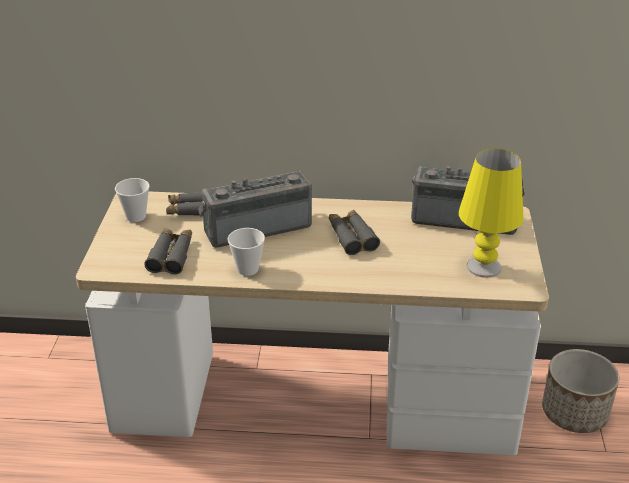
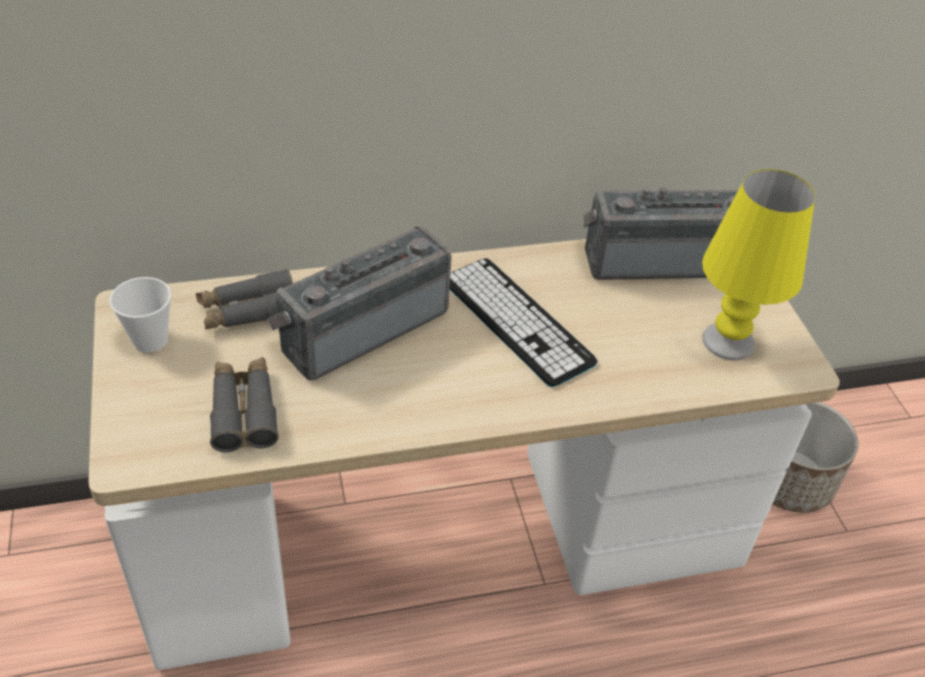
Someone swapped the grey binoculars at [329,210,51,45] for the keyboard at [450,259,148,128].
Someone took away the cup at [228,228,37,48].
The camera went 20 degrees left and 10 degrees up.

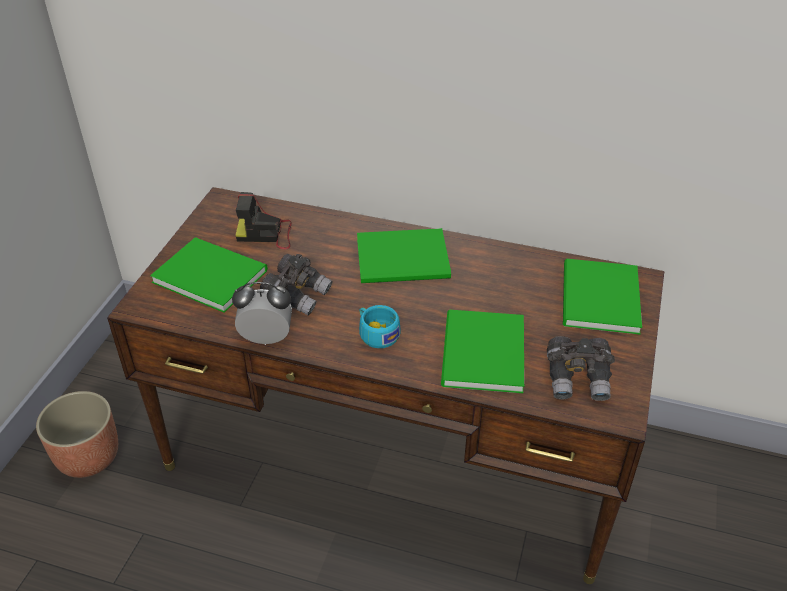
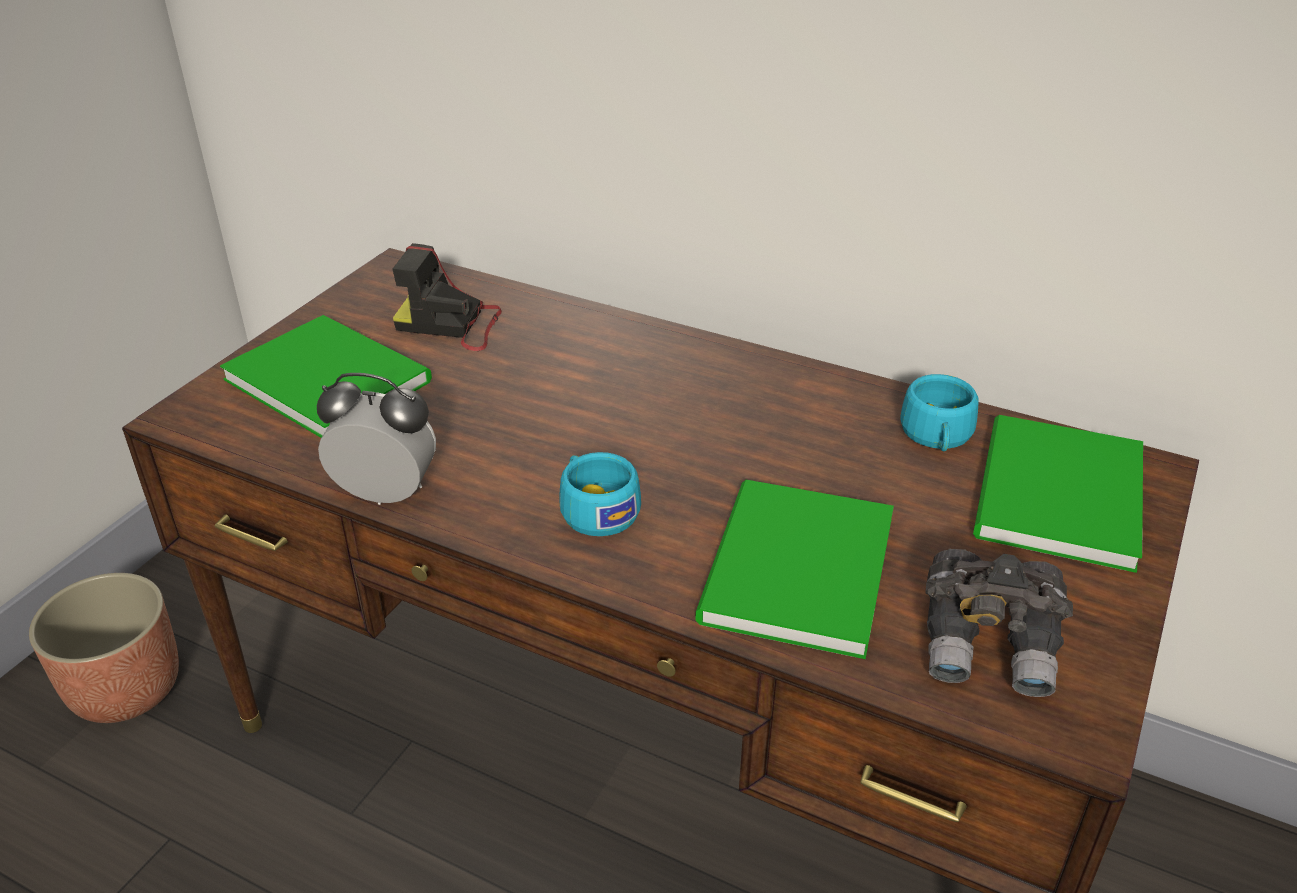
Someone took away the green book at [357,228,94,55].
Someone took away the grey binoculars at [260,254,73,62].
Someone put down the turquoise cup at [900,374,78,78].
The camera went 10 degrees right and 5 degrees down.

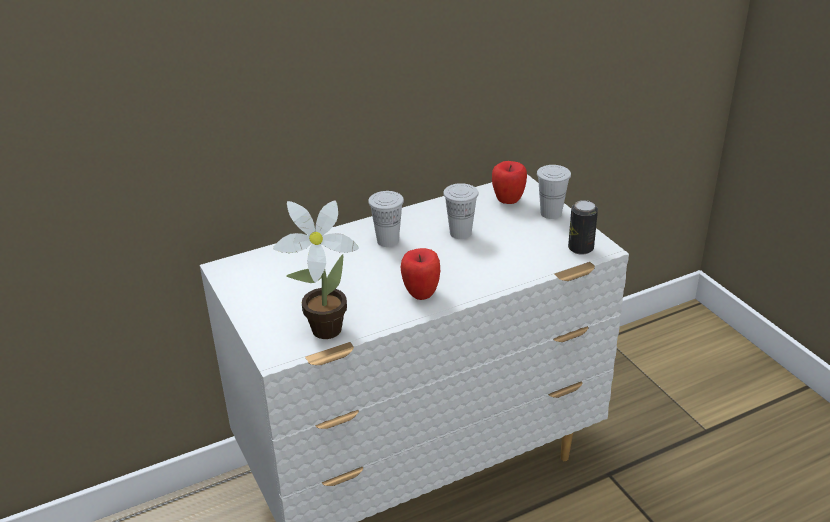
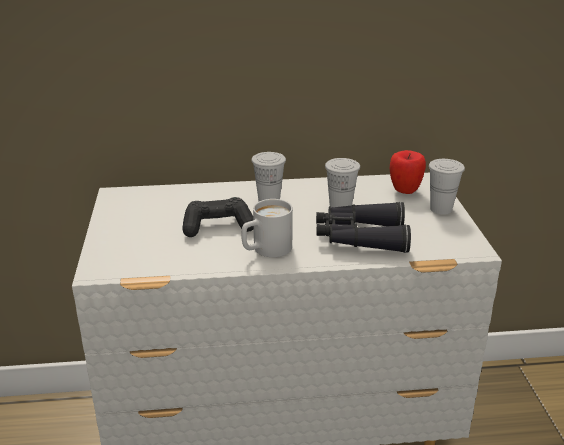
Someone took away the potted plant at [273,200,86,139].
Someone took away the can at [568,200,30,55].
Someone swapped the apple at [401,248,39,52] for the white mug at [241,199,52,58].
Someone put down the black game controller at [182,197,72,40].
Someone put down the black binoculars at [316,202,95,51].
The camera went 20 degrees right and 5 degrees down.

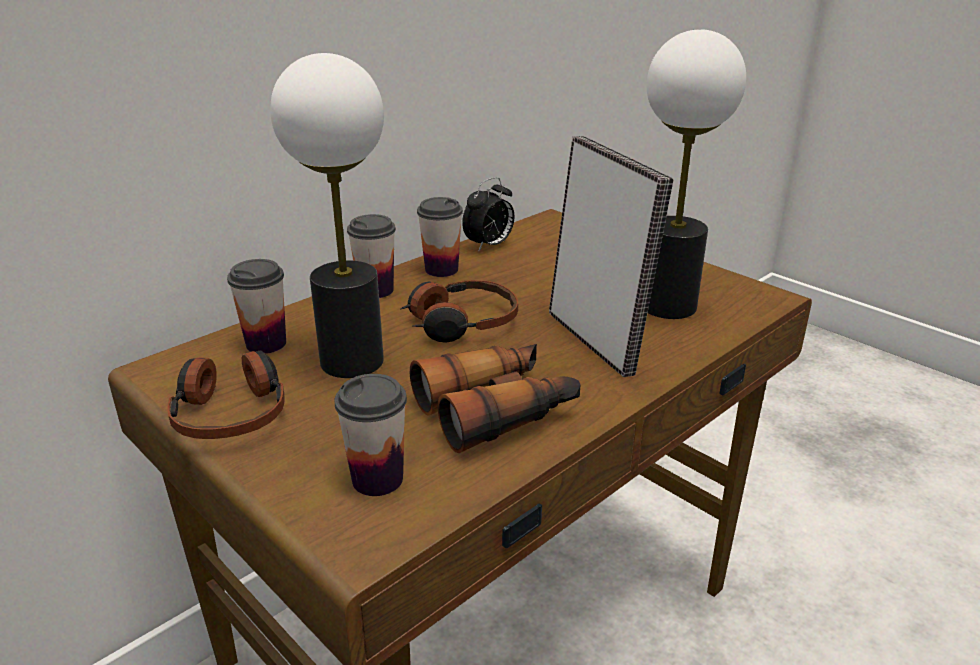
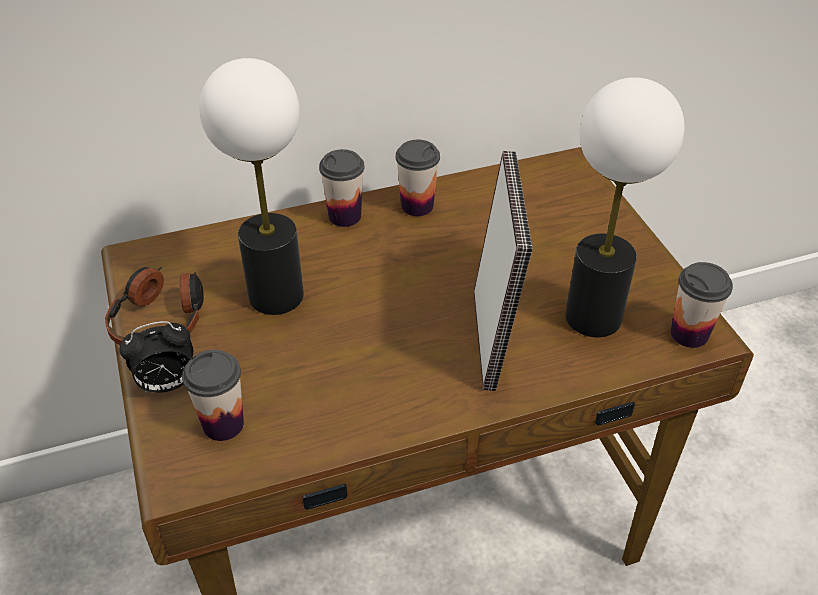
Someone carried the alarm clock from [462,177,52,75] to [119,321,74,72].
Someone carried the cup from [227,259,59,95] to [671,262,62,86].
Someone took away the headphones at [400,280,118,63].
Someone took away the binoculars at [410,344,171,109].
The camera went 25 degrees right and 15 degrees up.

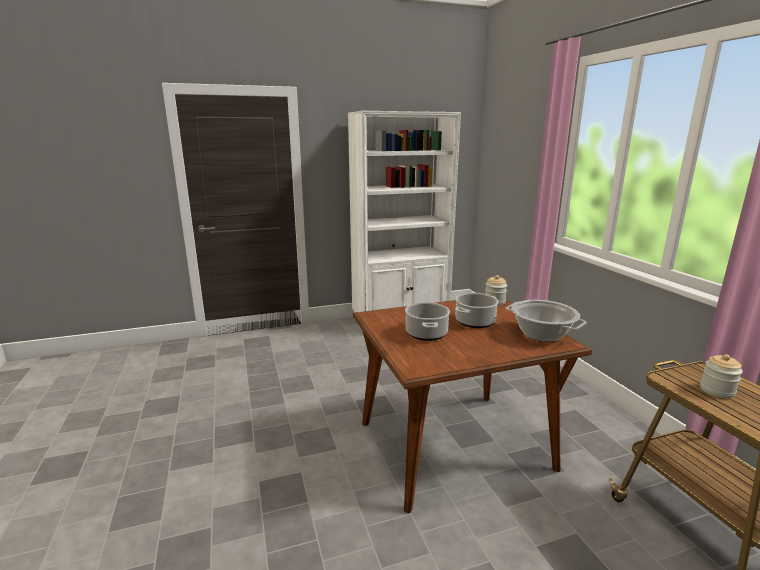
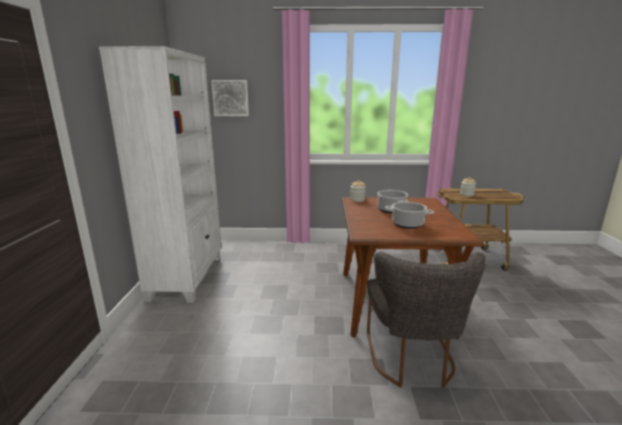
Someone took away the cooking pot at [506,300,81,42].
Someone put up the picture at [211,80,38,36].
Someone put down the grey chair at [367,252,119,136].
The camera went 70 degrees left and 0 degrees up.

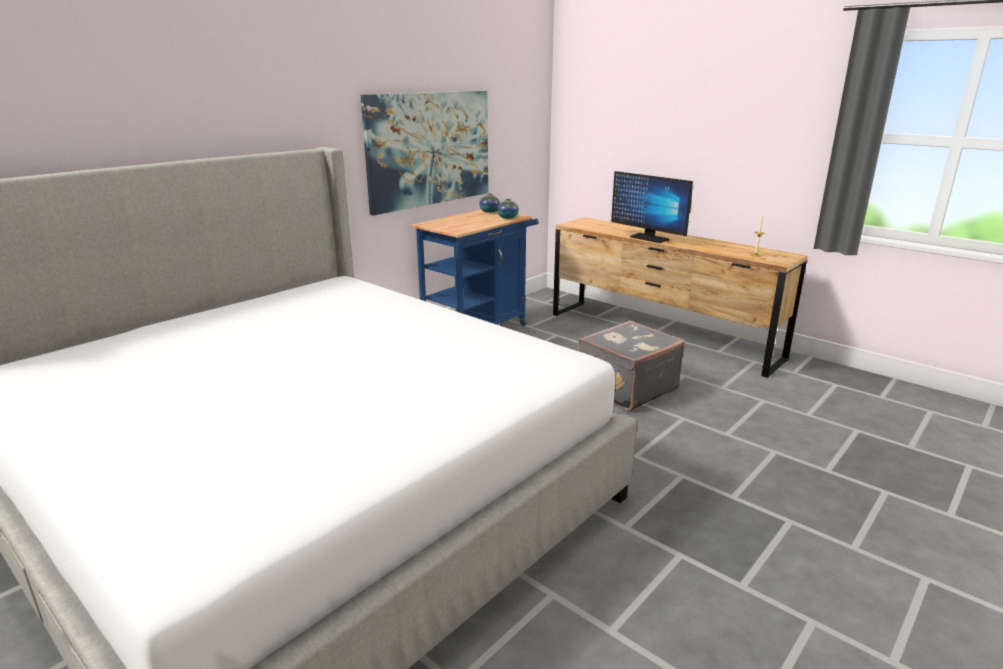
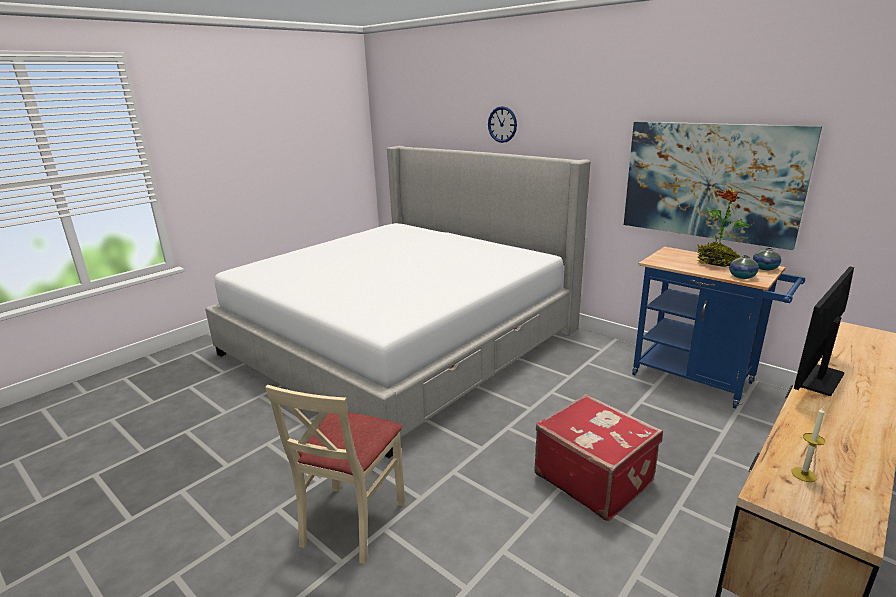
Someone repainted the grey suitcase at [578,321,107,90], which became the red suitcase at [534,394,129,127].
Someone put up the wall clock at [488,106,29,37].
Someone put down the potted plant at [697,188,53,79].
Someone put down the beige chair at [265,385,140,179].
The camera went 90 degrees right and 0 degrees up.

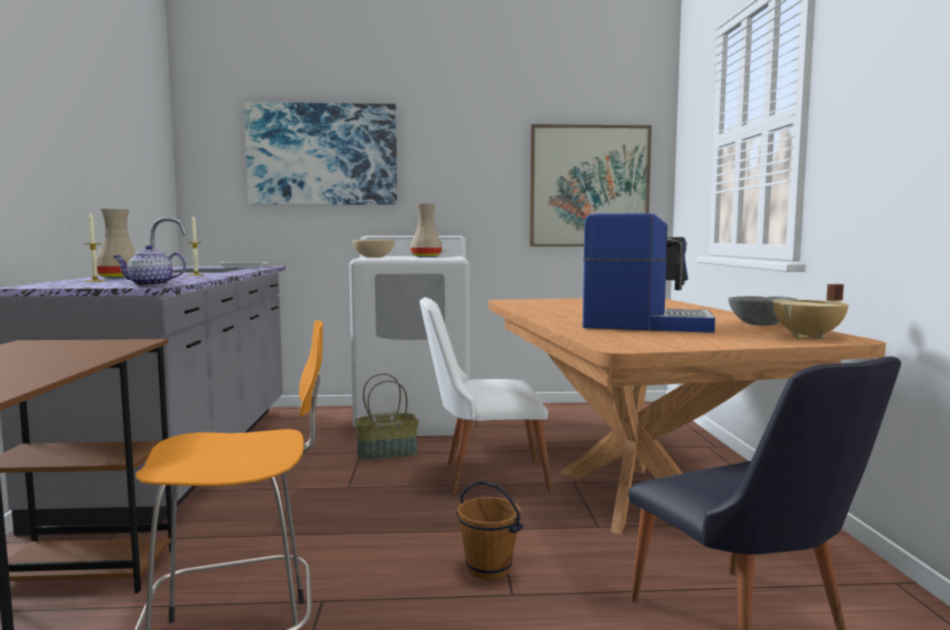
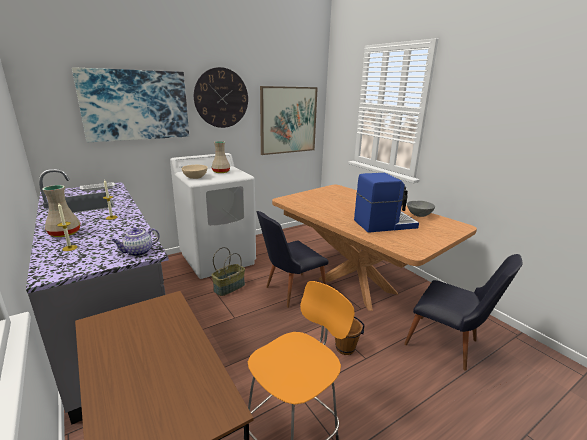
Someone took away the beige cooking pot at [772,284,77,55].
Someone repainted the white chair at [419,297,134,198], which became the black chair at [257,211,72,97].
Someone put up the wall clock at [194,67,54,61].
The camera went 30 degrees left and 15 degrees up.

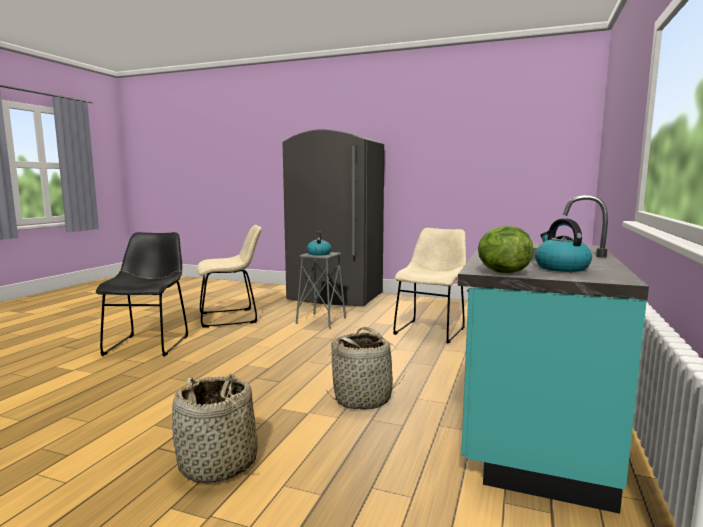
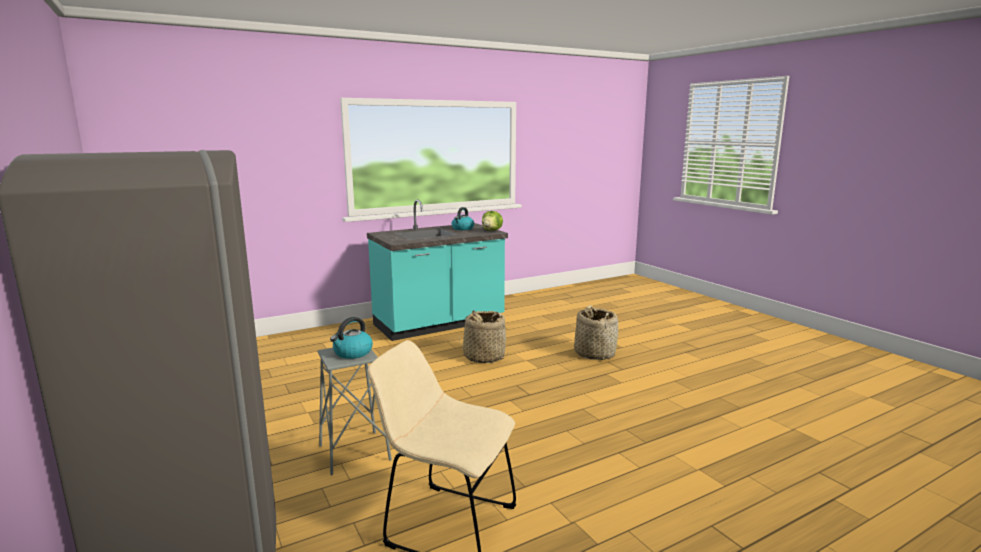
Someone took away the beige chair at [393,228,73,116].
Someone took away the black chair at [96,232,92,124].
The camera went 140 degrees left and 5 degrees up.

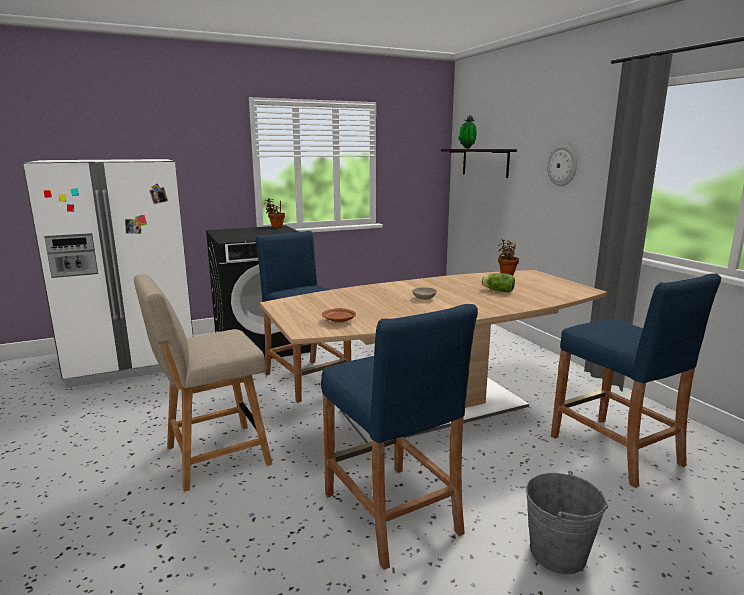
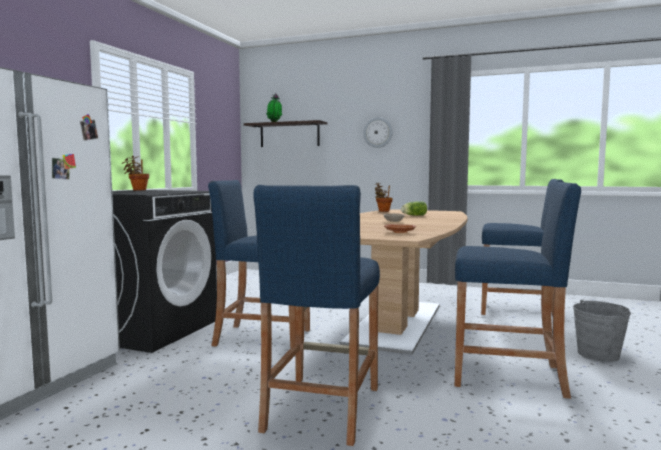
Someone swapped the beige chair at [134,274,138,218] for the blue stool at [253,185,127,261].
The camera went 45 degrees left and 10 degrees down.

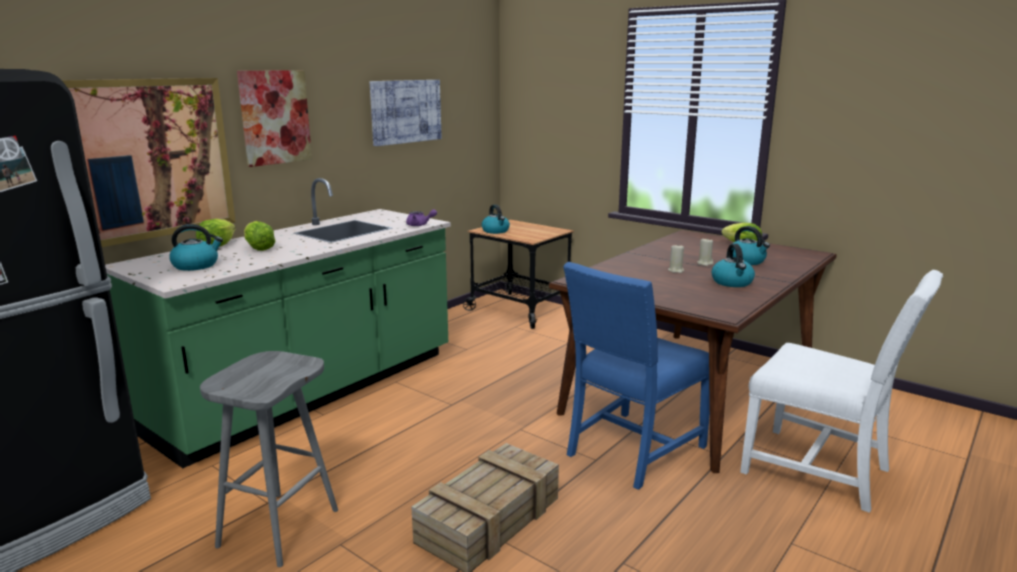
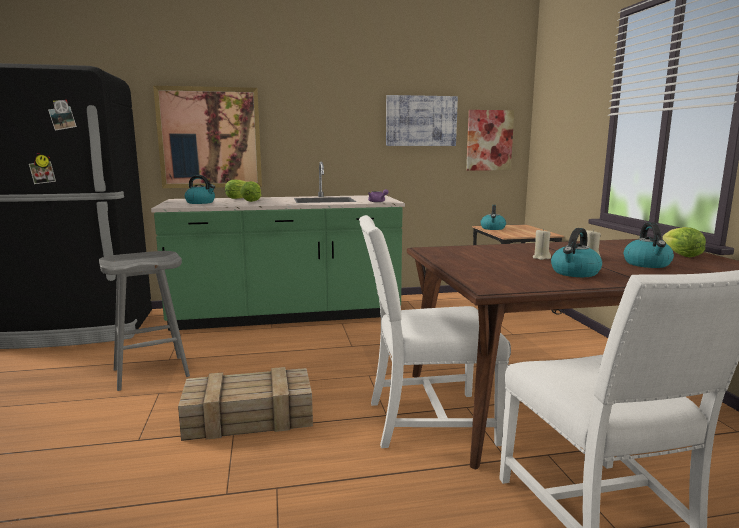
Someone carried the picture from [237,70,75,97] to [466,110,48,61].
Someone repainted the blue chair at [563,262,147,228], which became the white chair at [359,215,152,233].
The camera went 40 degrees right and 5 degrees down.

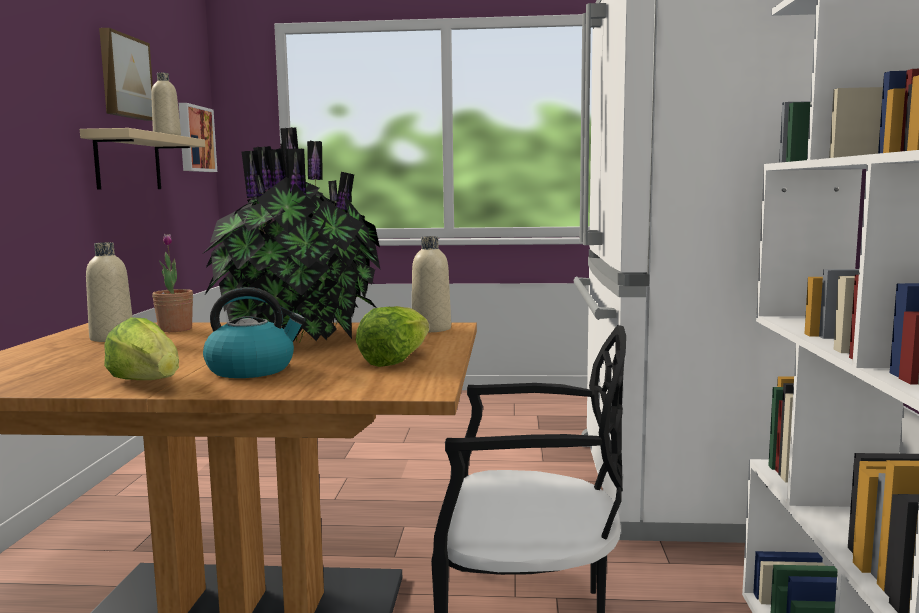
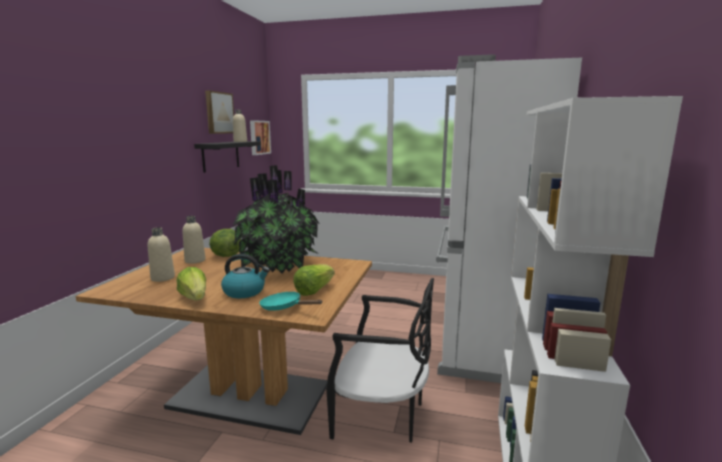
Someone repainted the beige shelf at [80,128,125,62], which became the black shelf at [194,141,67,32].
Someone swapped the potted plant at [152,234,41,98] for the lettuce at [209,229,32,28].
Someone carried the beige bottle from [412,236,39,96] to [148,227,27,55].
Someone put down the turquoise frying pan at [259,292,64,19].
The camera went 10 degrees right and 5 degrees up.

